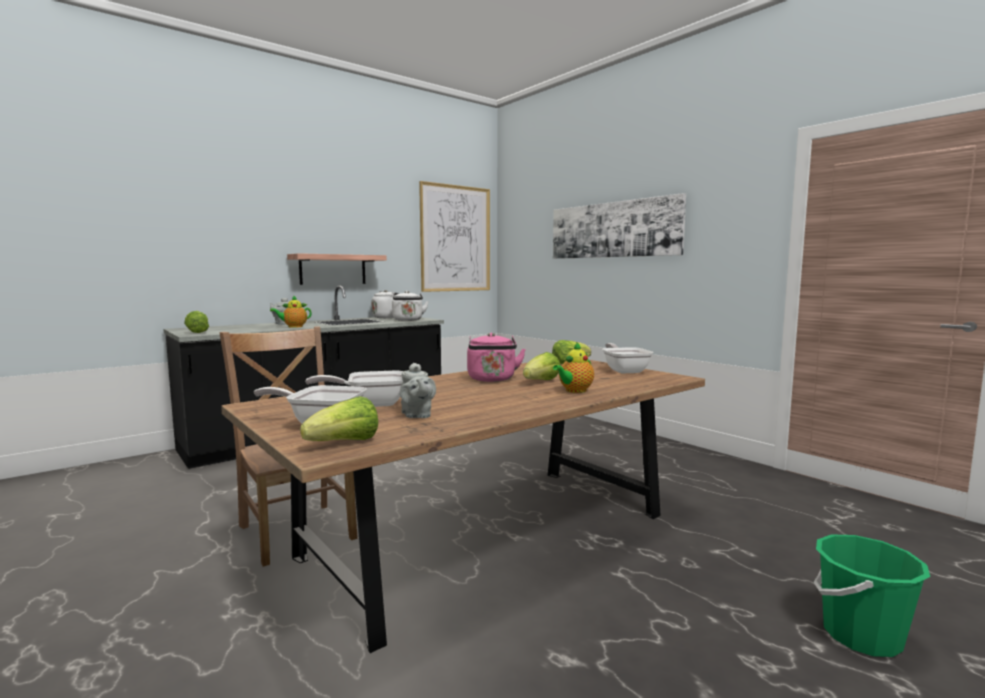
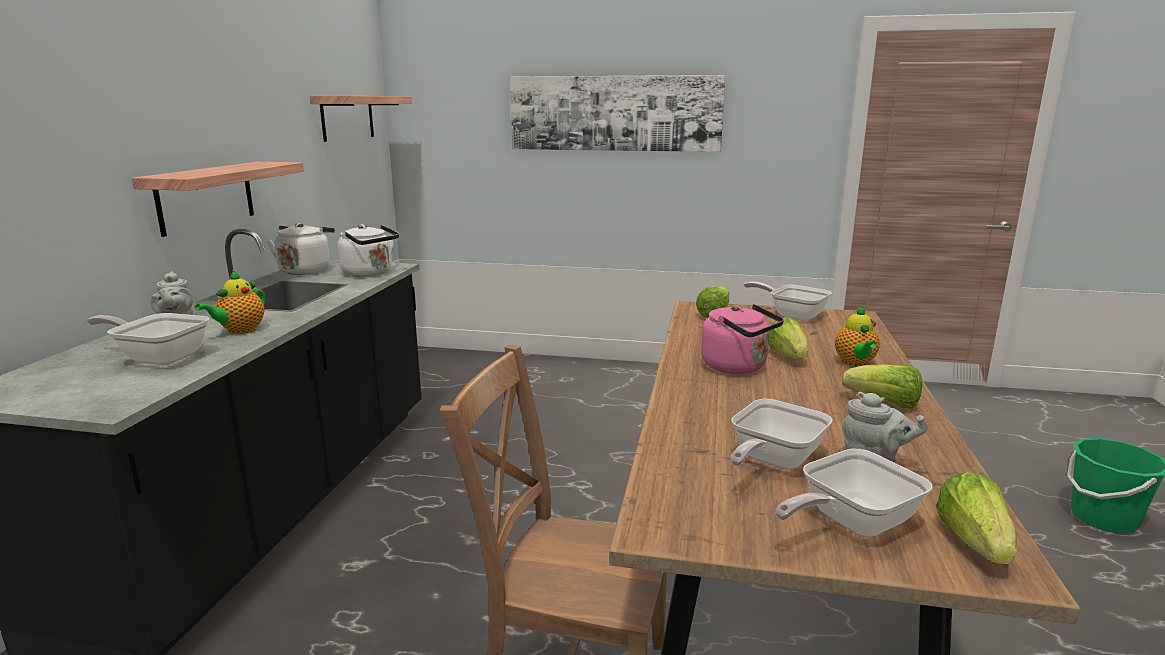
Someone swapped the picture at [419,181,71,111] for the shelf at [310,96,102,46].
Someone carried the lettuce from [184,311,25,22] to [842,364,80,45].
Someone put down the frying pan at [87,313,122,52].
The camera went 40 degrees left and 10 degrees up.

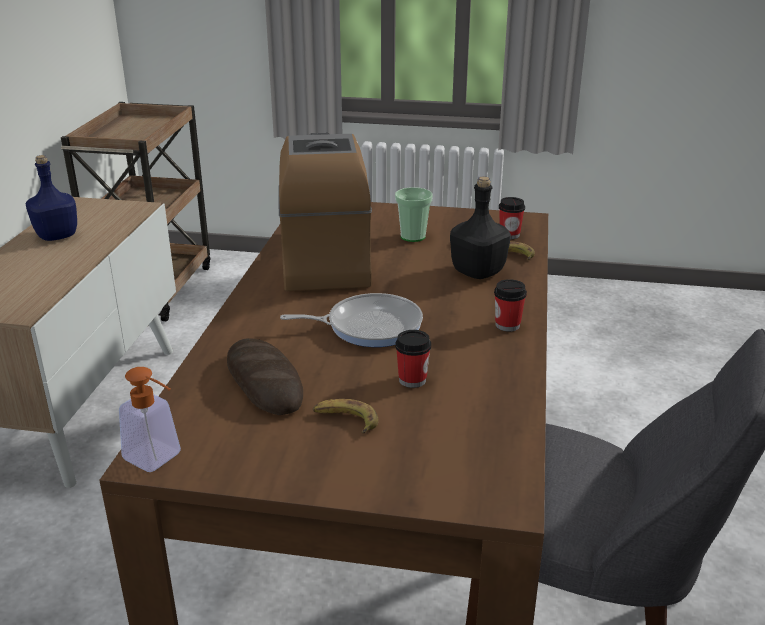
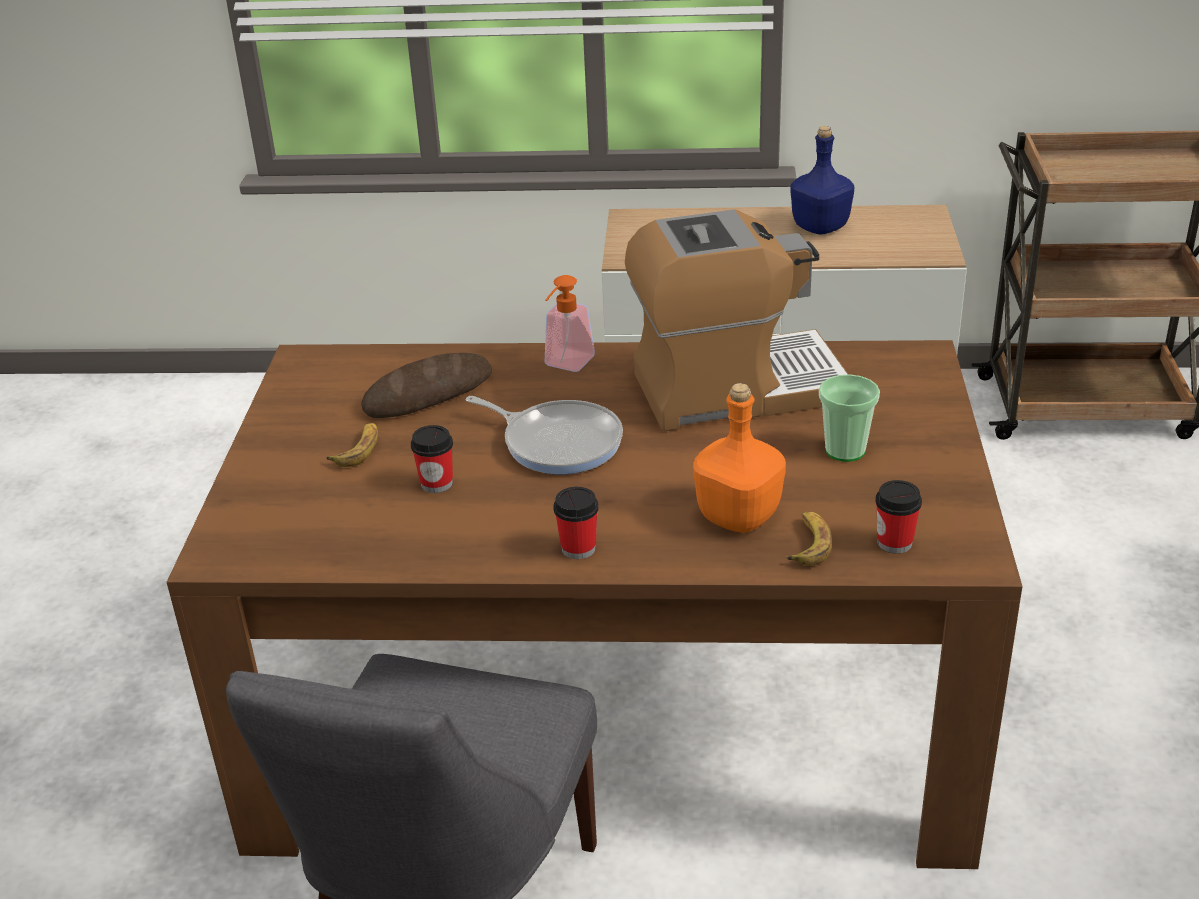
Someone repainted the black bottle at [450,176,61,103], which became the orange bottle at [693,383,93,150].
Someone rotated the frying pan at [280,293,143,54] by 45 degrees counterclockwise.
Someone carried the soap dispenser from [119,367,62,105] to [545,275,50,97].
The camera went 85 degrees right and 5 degrees up.

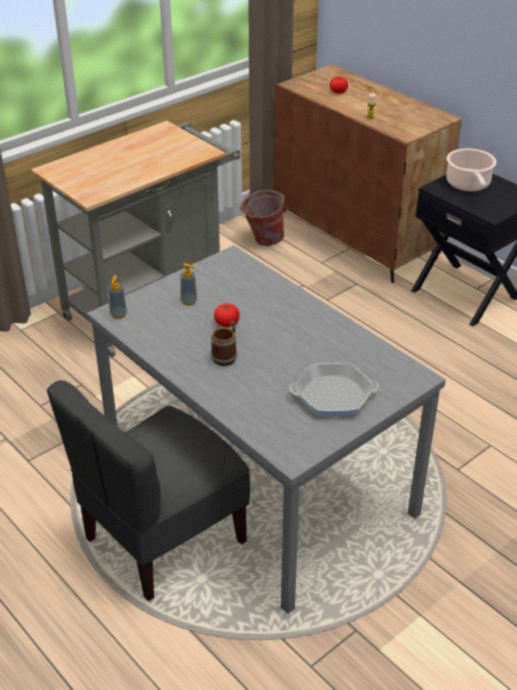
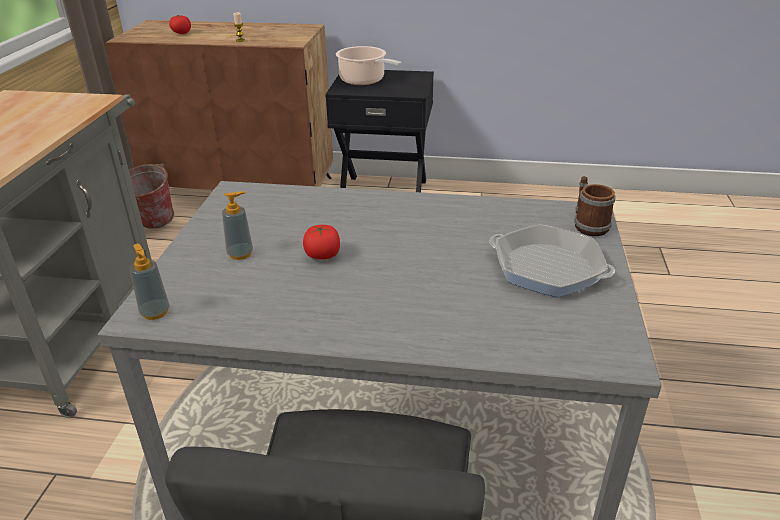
Someone carried the mug from [211,321,26,45] to [574,176,42,60].
Someone rotated the frying pan at [289,363,90,54] by 75 degrees clockwise.
The camera went 40 degrees left and 5 degrees down.

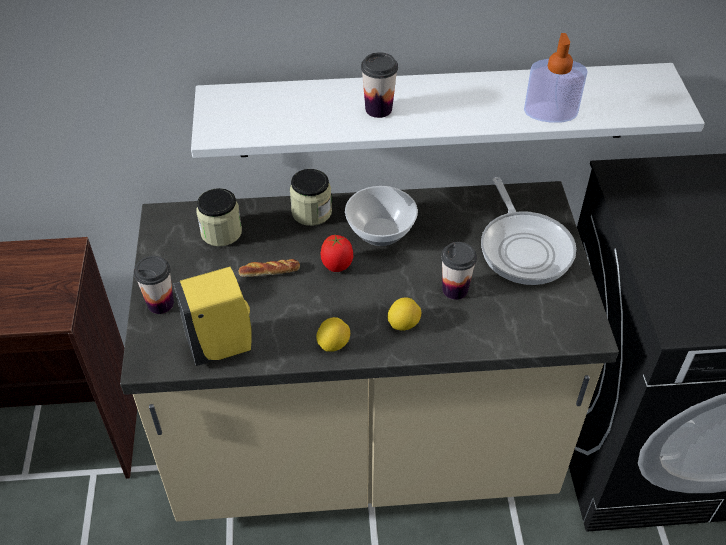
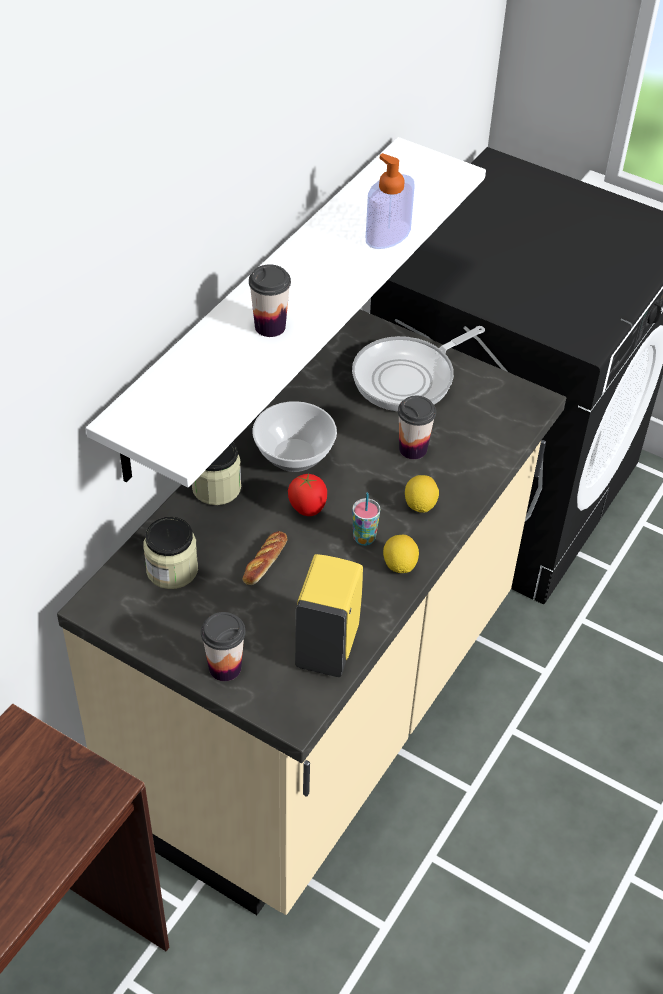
Someone rotated the frying pan at [481,177,95,108] by 120 degrees clockwise.
Someone put down the cup at [352,493,28,53].
The camera went 55 degrees left and 0 degrees up.

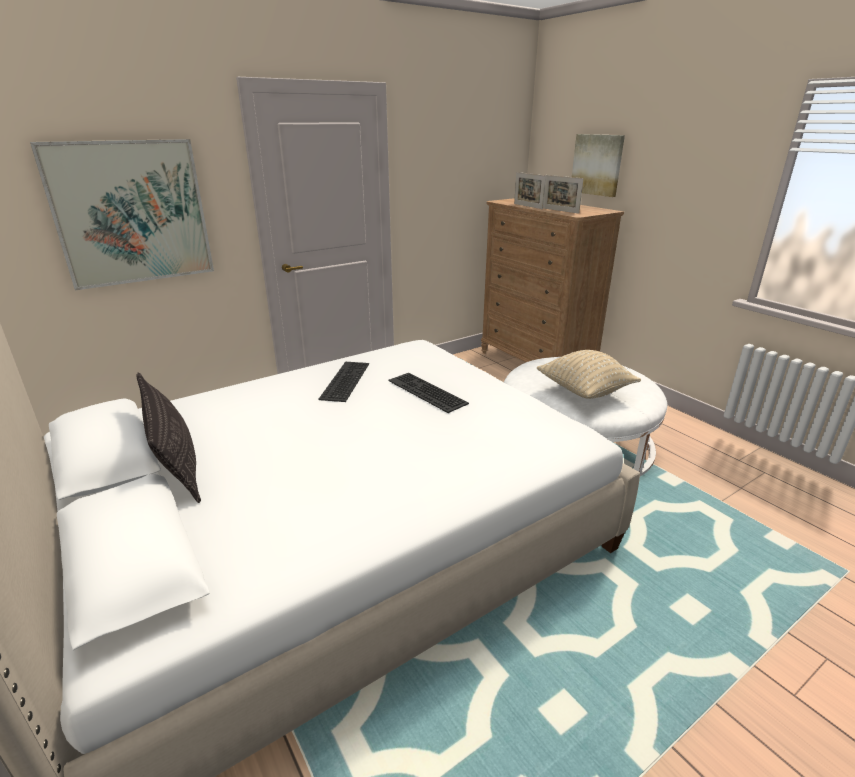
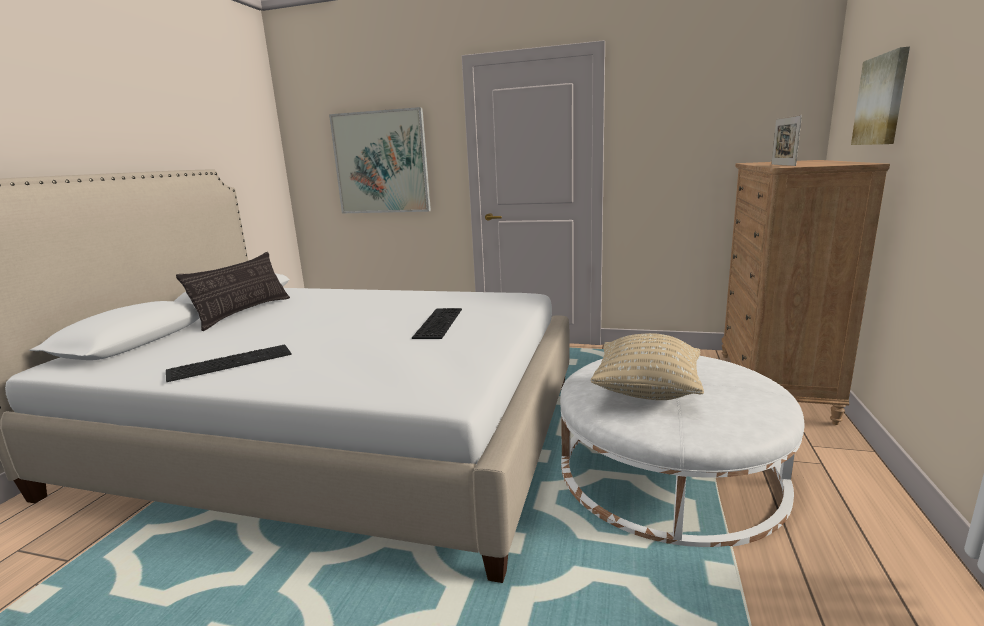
Someone took away the picture frame at [514,172,32,37].
Someone carried the keyboard from [319,362,50,40] to [166,344,126,38].
The camera went 50 degrees right and 10 degrees down.

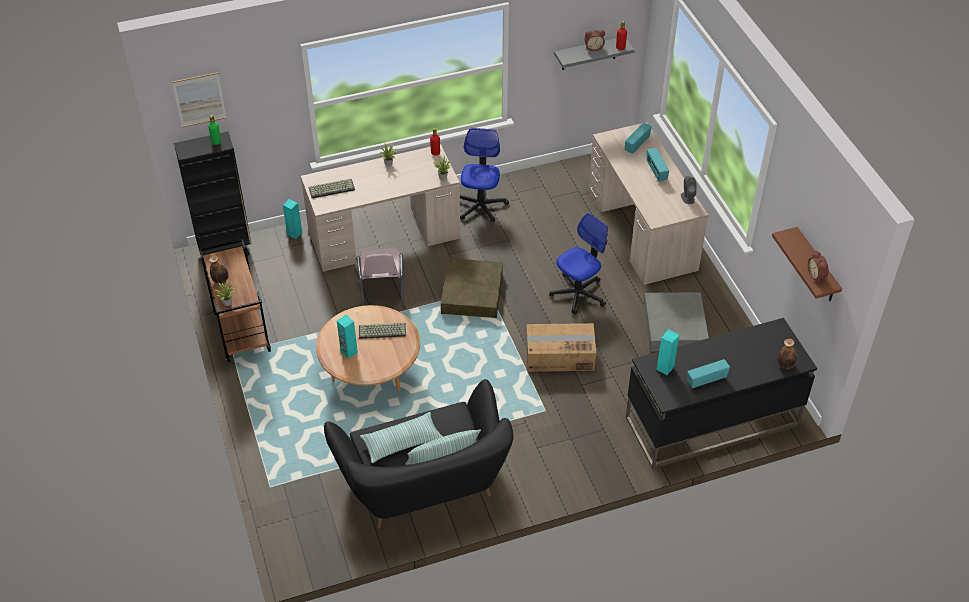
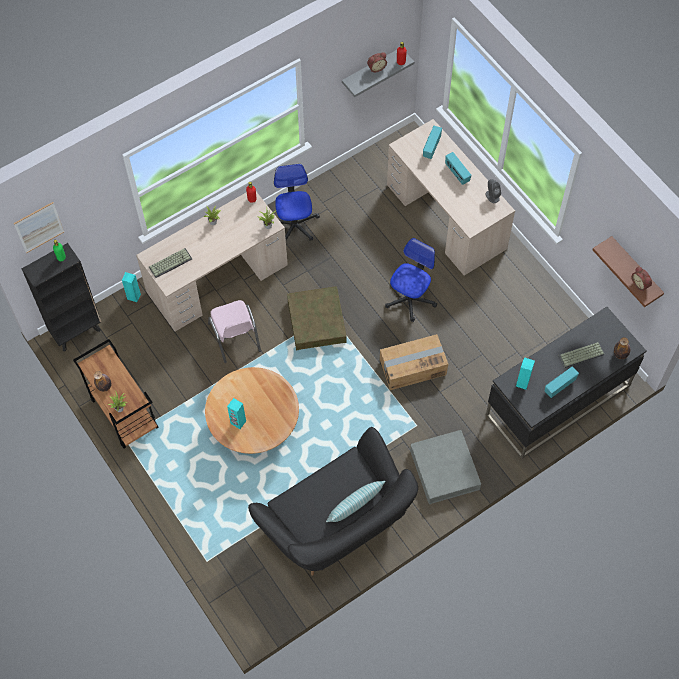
Someone carried the grey storage box from [643,292,66,60] to [410,430,71,74].
Someone carried the keyboard from [359,323,47,16] to [558,342,47,26].
Someone took away the pillow at [360,412,83,51].
The camera went 15 degrees left and 15 degrees up.

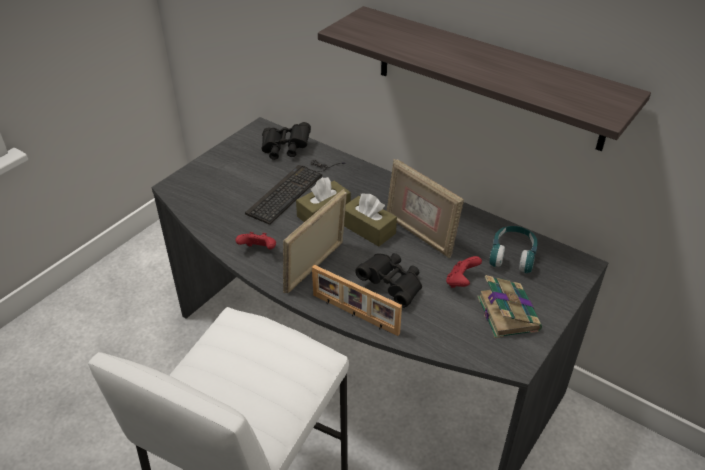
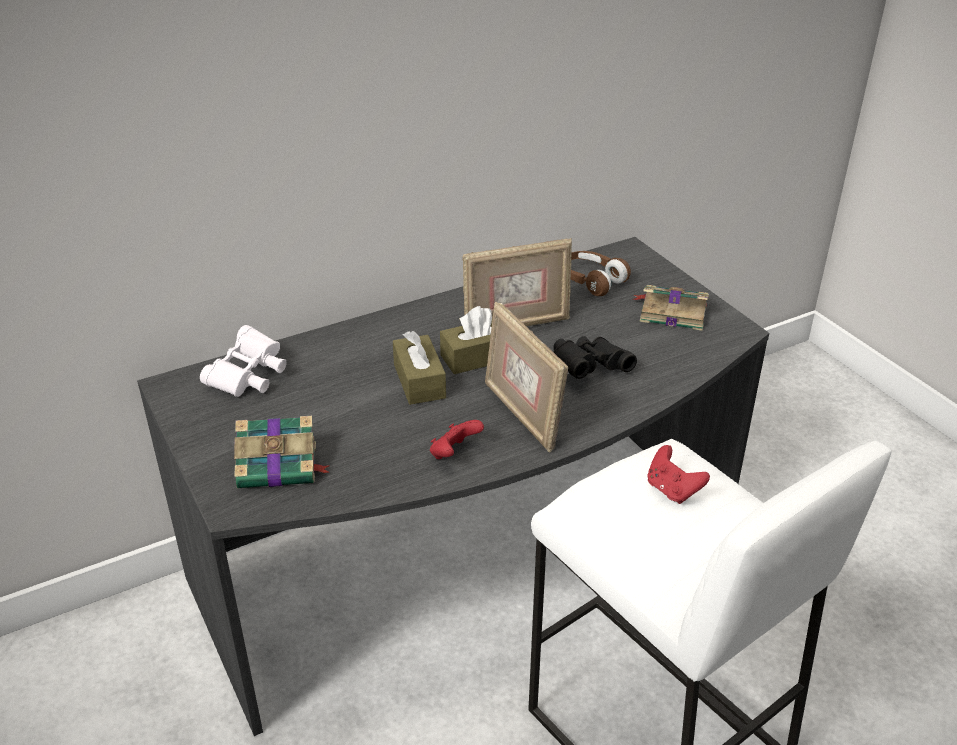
Someone took away the shelf at [318,6,333,145].
Someone repainted the black binoculars at [261,122,50,38], which became the white binoculars at [200,325,87,72].
Someone took away the keyboard at [245,160,100,65].
Someone repainted the turquoise headphones at [489,226,49,47], which became the brown headphones at [571,251,60,45].
Someone carried the red game controller from [446,256,36,32] to [648,445,62,59].
Someone took away the picture frame at [312,265,90,71].
Someone put down the book at [234,416,96,72].
The camera went 65 degrees left and 5 degrees down.

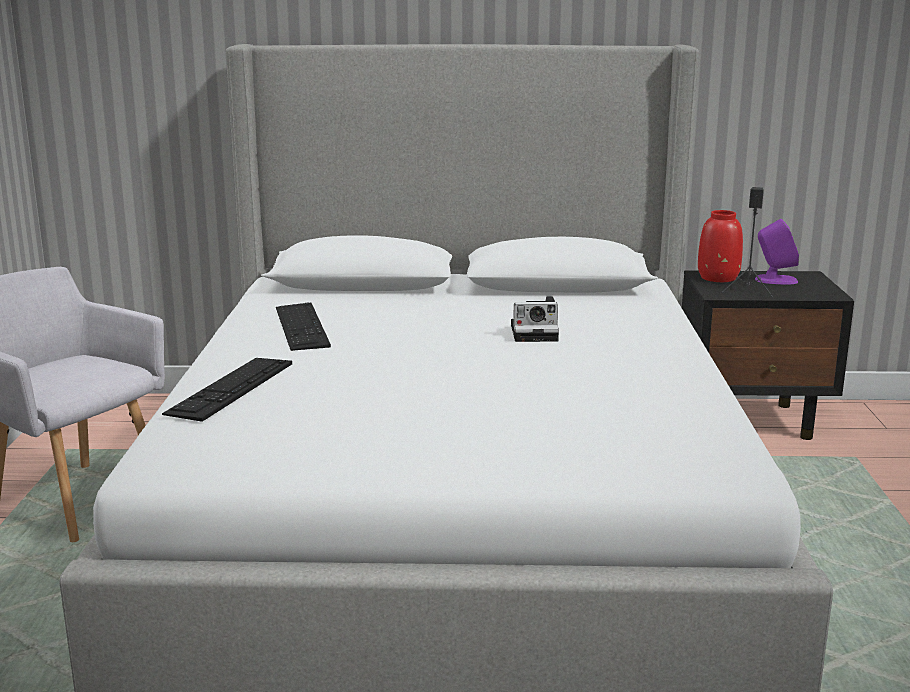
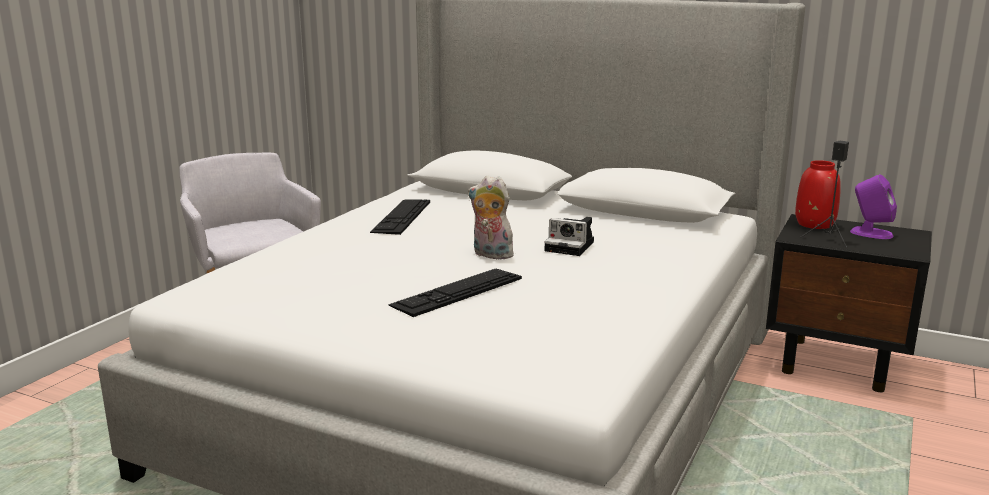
Someone carried the keyboard from [162,358,130,64] to [389,269,133,48].
Someone put down the plush toy at [468,175,48,84].
The camera went 25 degrees right and 0 degrees up.

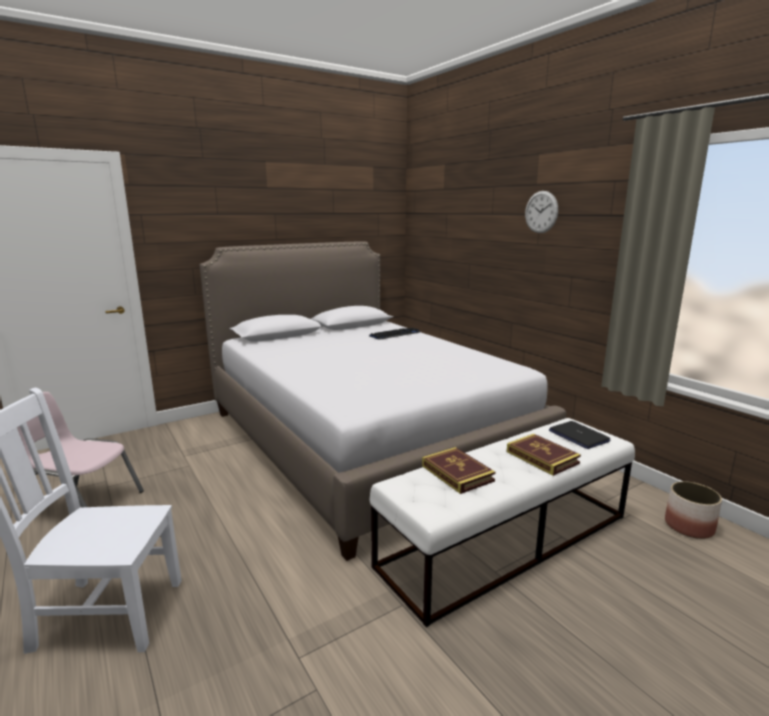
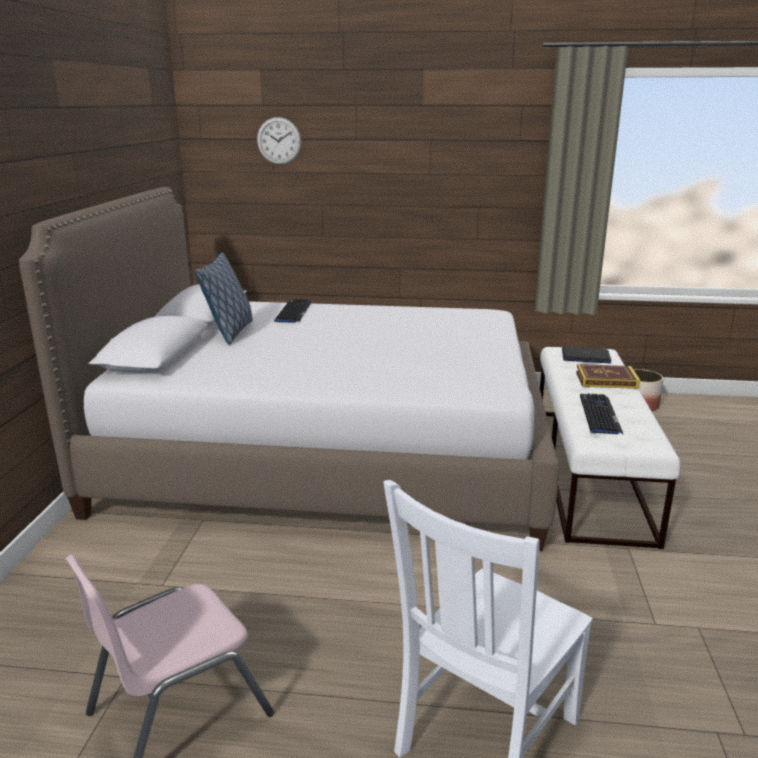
Someone carried the wall clock from [525,191,33,42] to [257,117,44,48].
Someone swapped the book at [422,447,74,47] for the keyboard at [580,394,43,40].
Someone put down the pillow at [194,252,59,93].
The camera went 50 degrees left and 5 degrees up.

